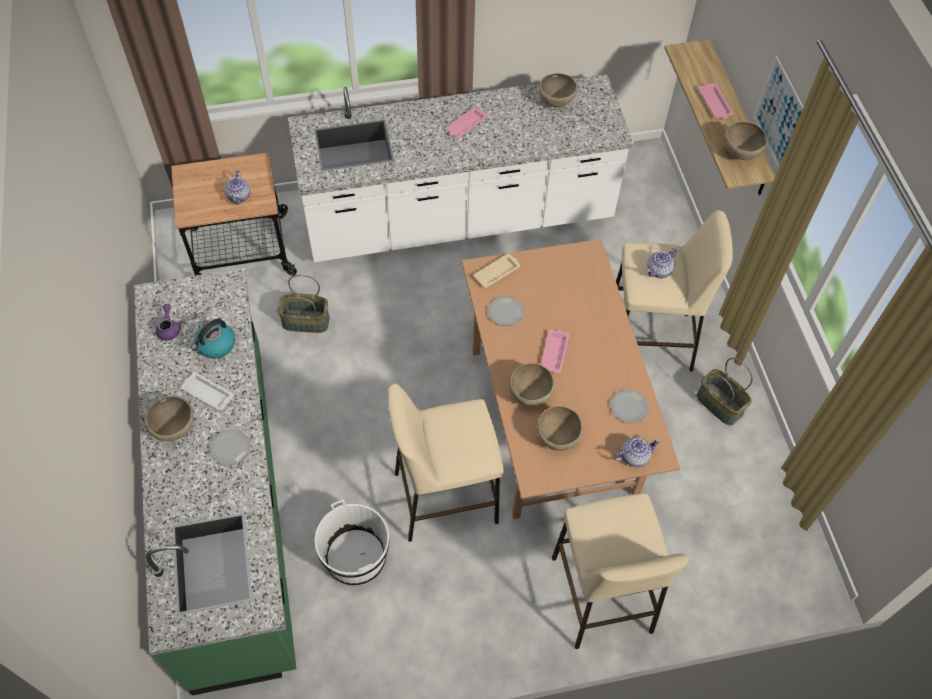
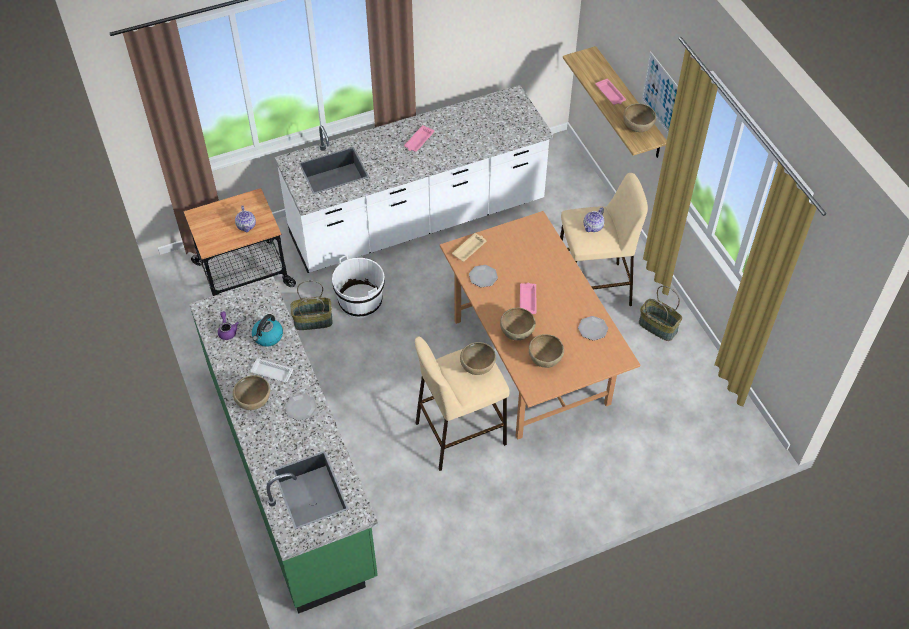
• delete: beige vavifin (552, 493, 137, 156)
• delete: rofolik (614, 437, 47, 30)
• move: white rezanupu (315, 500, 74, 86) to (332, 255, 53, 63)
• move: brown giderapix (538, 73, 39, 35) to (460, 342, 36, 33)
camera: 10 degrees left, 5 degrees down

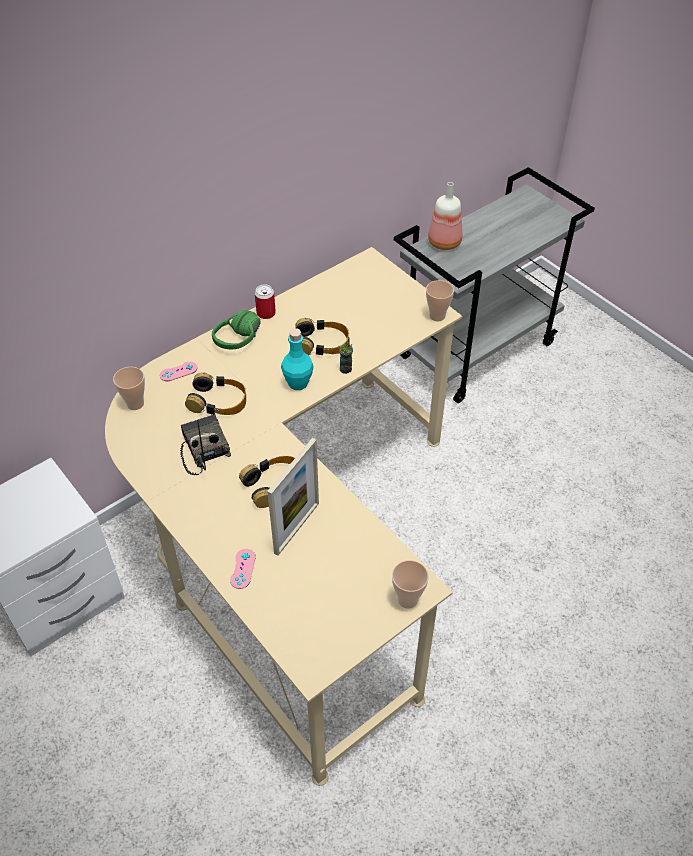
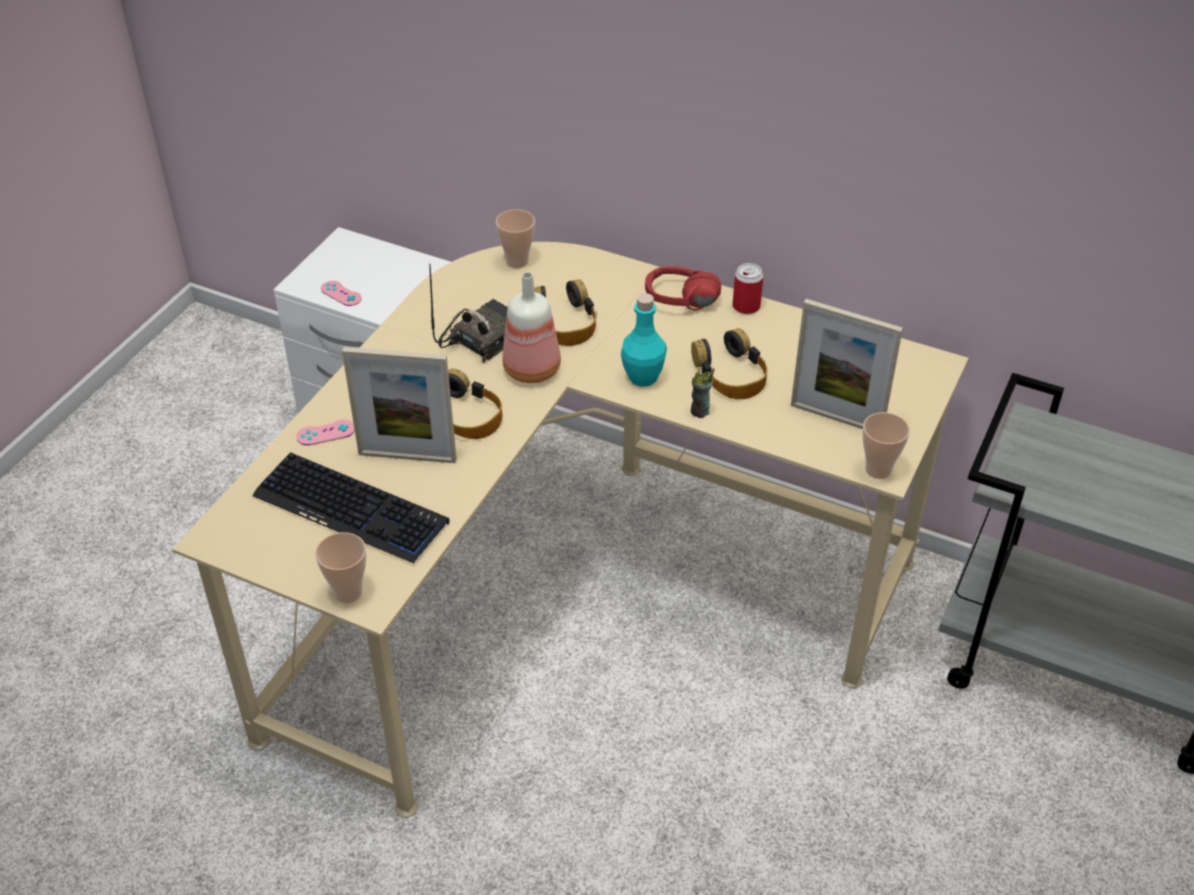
• insert: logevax (252, 452, 198, 112)
• insert: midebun (791, 299, 112, 130)
• move: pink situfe (160, 362, 37, 19) to (321, 281, 41, 25)
• move: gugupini (428, 182, 35, 68) to (502, 272, 59, 111)
• recolor: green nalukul (212, 310, 49, 39) to red nalukul (645, 266, 76, 44)
camera: 65 degrees right, 5 degrees down

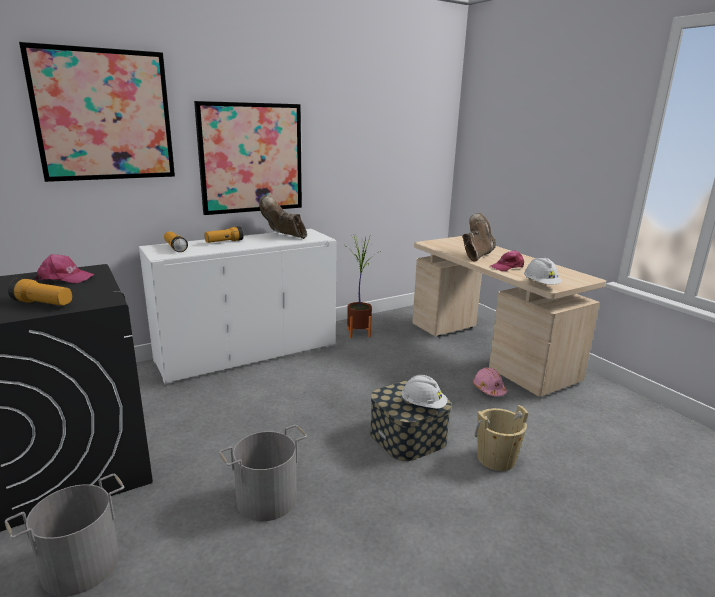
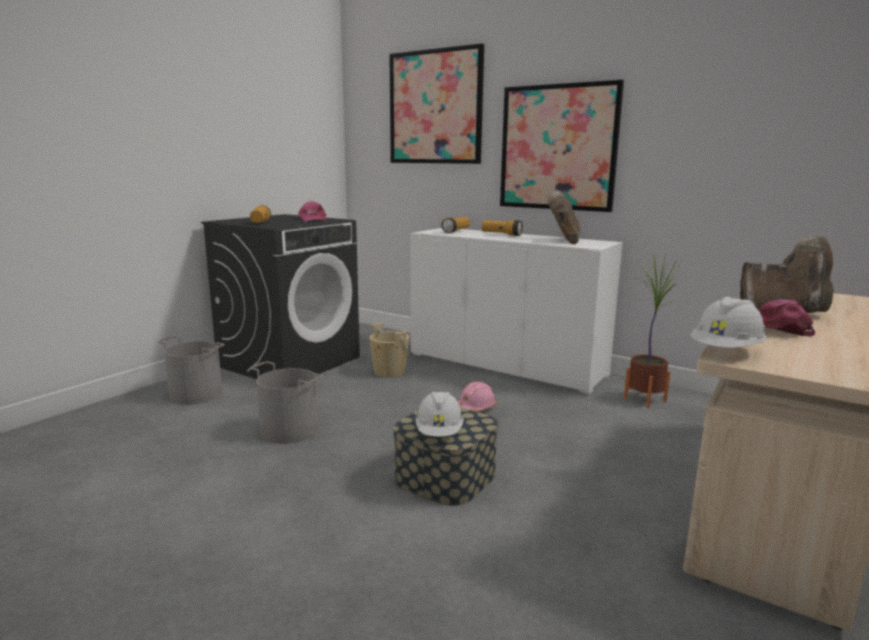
• move: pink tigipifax (473, 367, 34, 29) to (458, 382, 39, 30)
• move: beige rezanupu (474, 405, 55, 66) to (369, 323, 40, 54)
camera: 65 degrees right, 5 degrees down

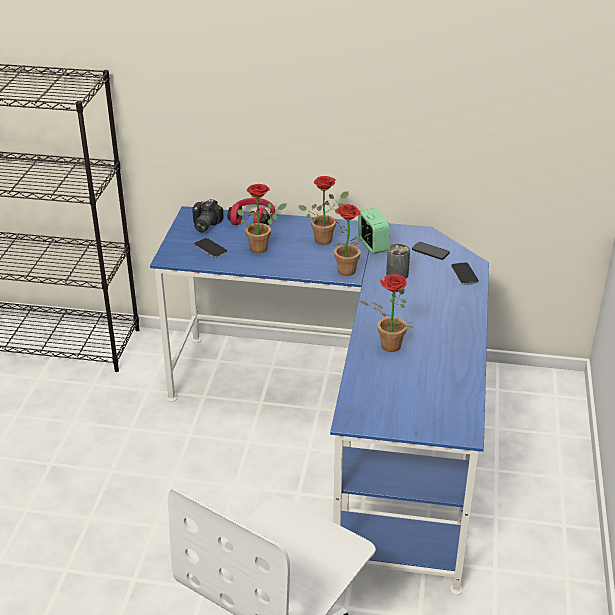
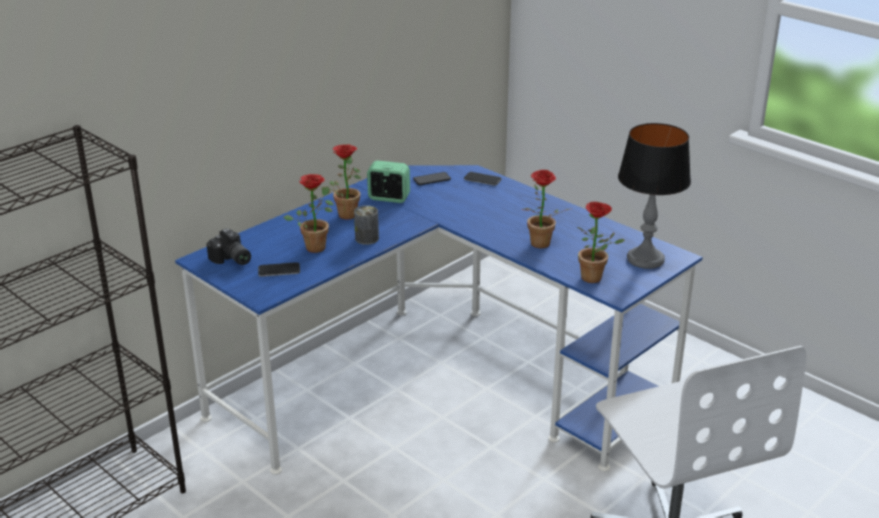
• delete: red nalukul (227, 198, 48, 27)
• insert: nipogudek (618, 123, 73, 146)
• move: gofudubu (333, 204, 38, 72) to (577, 202, 48, 81)
• move: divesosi (386, 244, 24, 36) to (354, 205, 25, 40)
camera: 55 degrees left, 5 degrees down

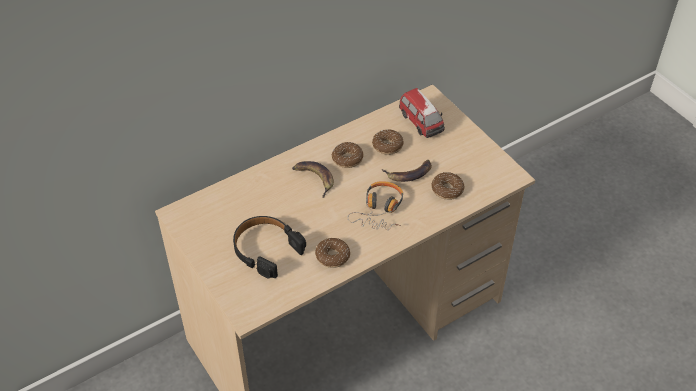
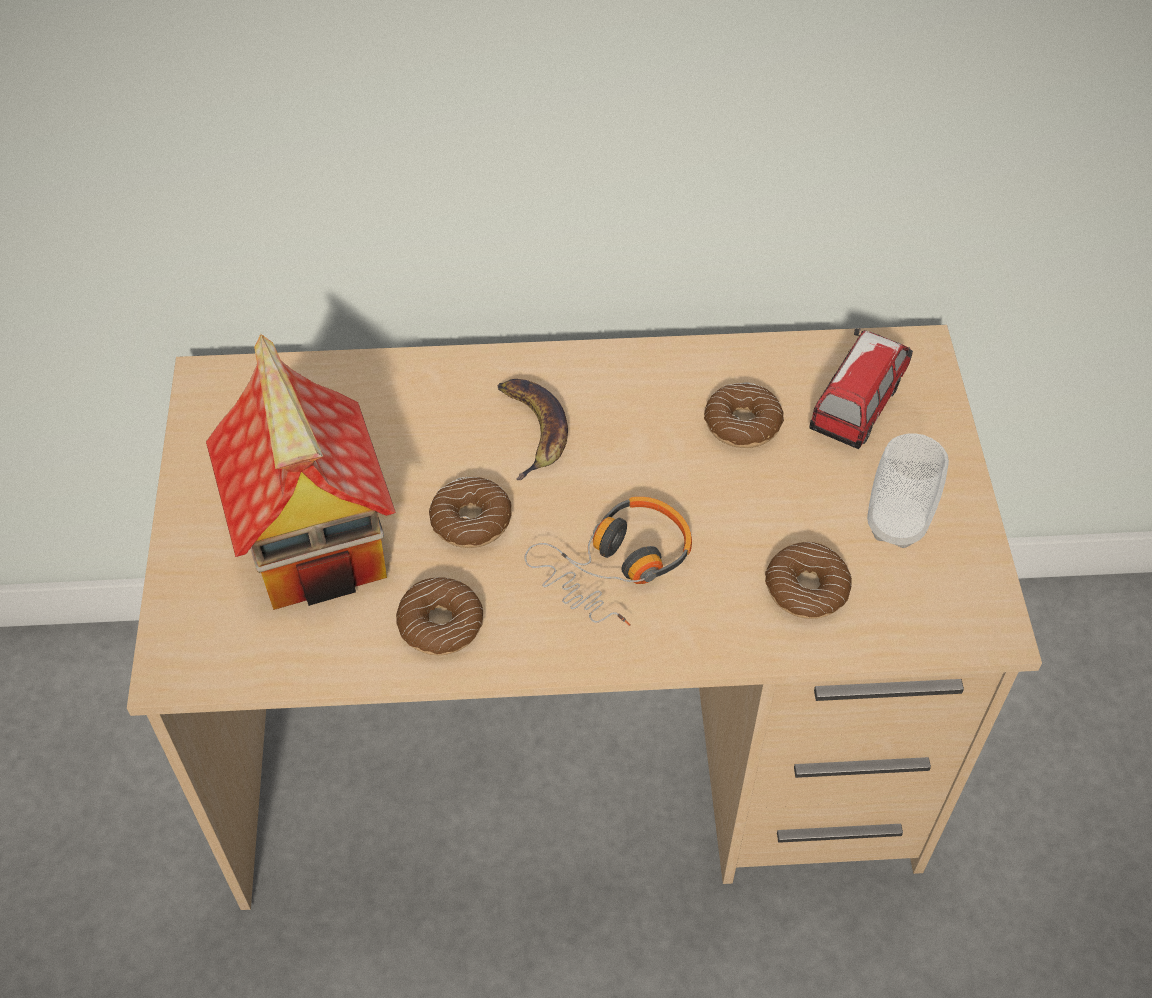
• delete: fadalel (382, 160, 50, 22)
• insert: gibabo (867, 434, 82, 114)
• move: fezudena (332, 142, 32, 26) to (429, 477, 82, 71)
• replace: black nalukul (233, 216, 73, 62) to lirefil (206, 334, 190, 276)
• rotate: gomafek (399, 88, 46, 50) = (810, 328, 103, 121) 150 degrees counterclockwise
camera: 30 degrees right, 5 degrees up

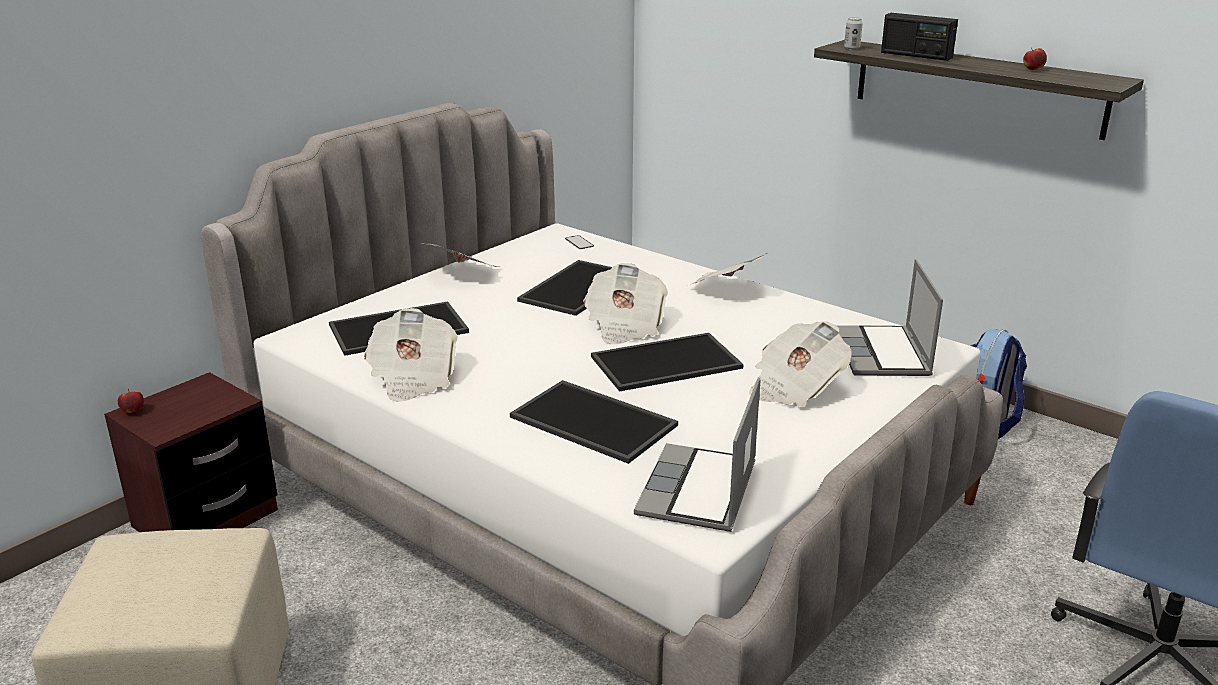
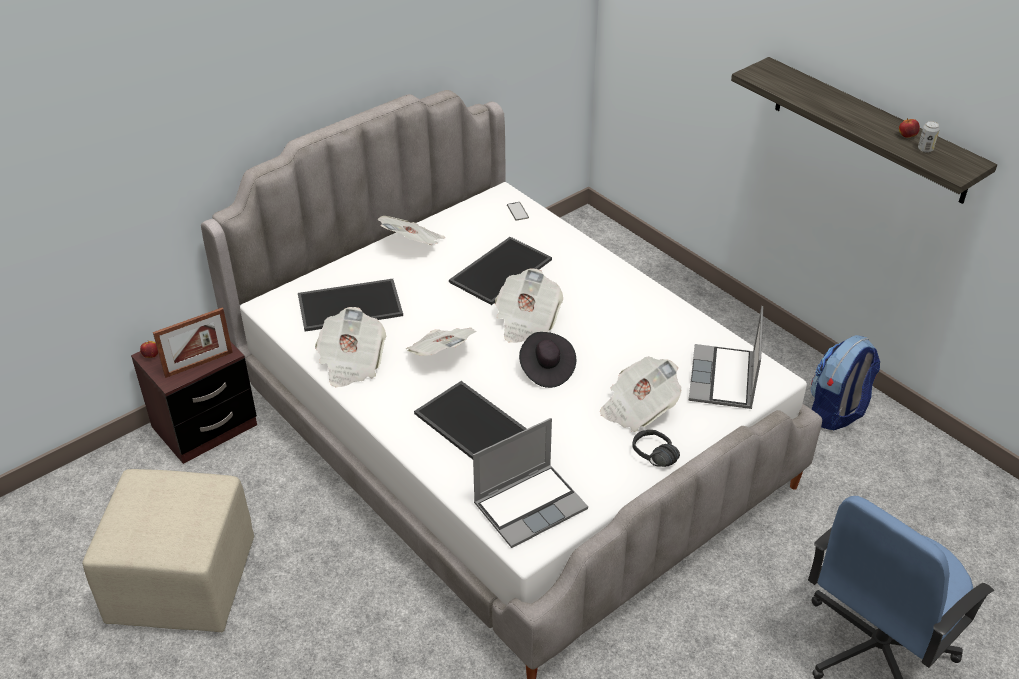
• delete: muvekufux (881, 13, 77, 48)
• insert: midebun (153, 308, 80, 70)
• insert: black nalukul (632, 430, 48, 37)
• move: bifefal (687, 253, 80, 33) to (406, 328, 70, 28)
• move: divesosi (844, 17, 19, 33) to (918, 121, 22, 31)
• replace: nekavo (591, 333, 153, 59) to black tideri (519, 332, 57, 56)
• rotate: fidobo (634, 378, 127, 154) = (473, 418, 115, 130) 150 degrees counterclockwise
camera: 10 degrees right, 15 degrees up

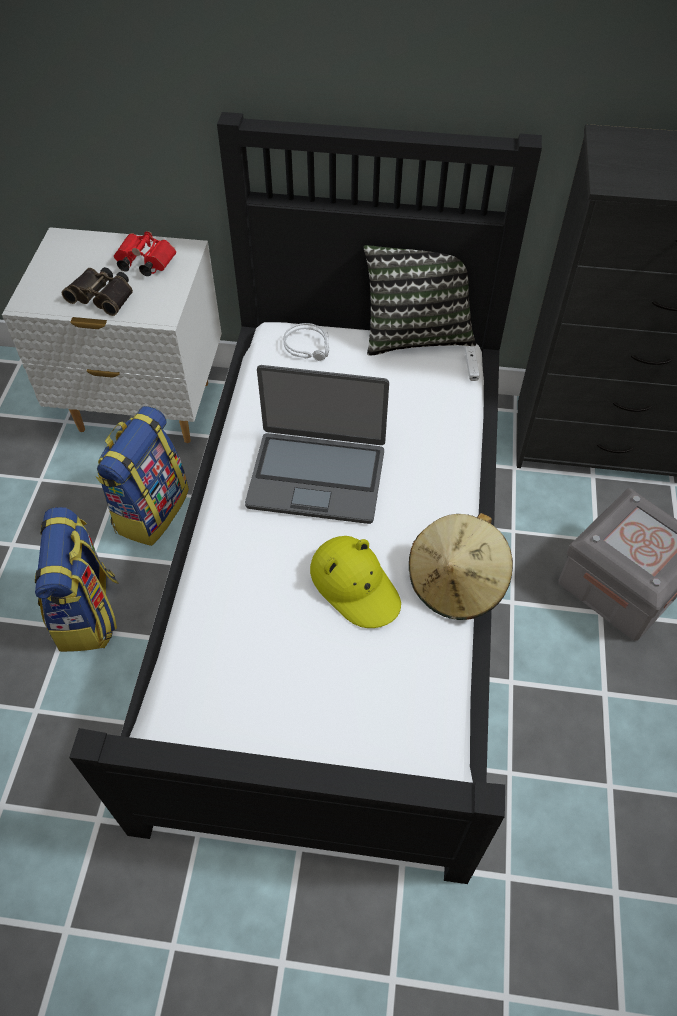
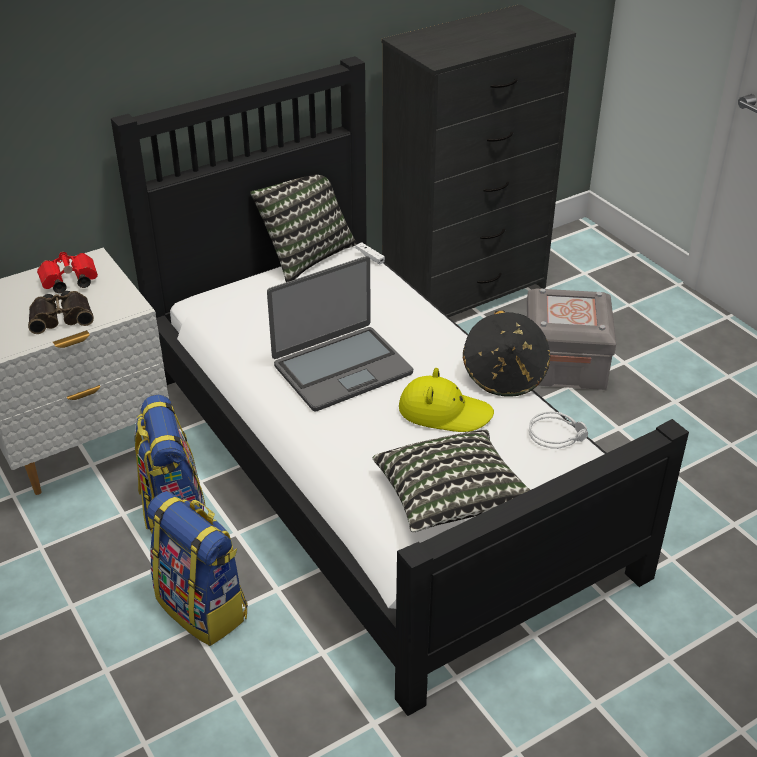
• insert: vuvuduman (373, 430, 157, 102)
• move: grey nalukul (283, 323, 46, 38) to (529, 411, 59, 38)
• recolor: beige tideri (409, 513, 104, 107) to black tideri (463, 311, 87, 86)
camera: 40 degrees left, 15 degrees down

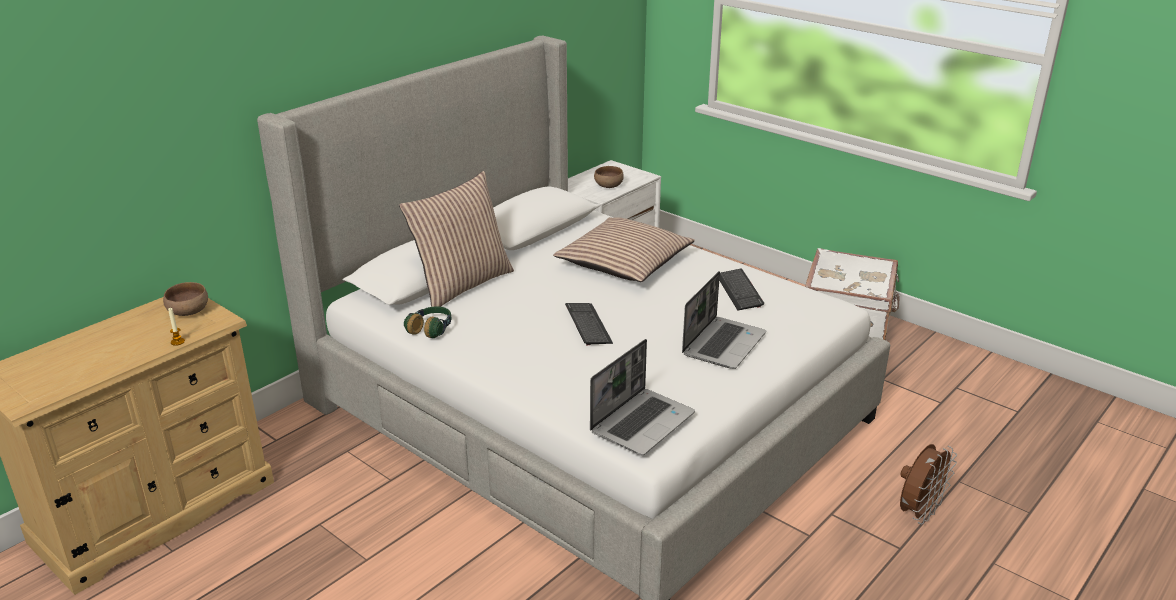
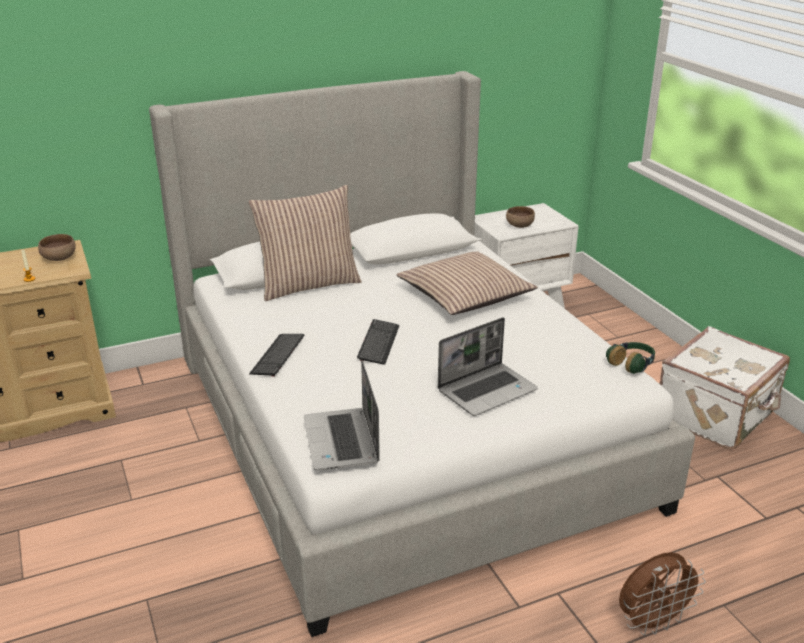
• move: nalukul (404, 306, 48, 32) to (606, 342, 49, 32)
• move: logevax (719, 269, 45, 42) to (249, 334, 55, 43)
• rotate: fidobo (590, 339, 105, 116) = (304, 360, 76, 110) 105 degrees clockwise
camera: 25 degrees right, 0 degrees up

